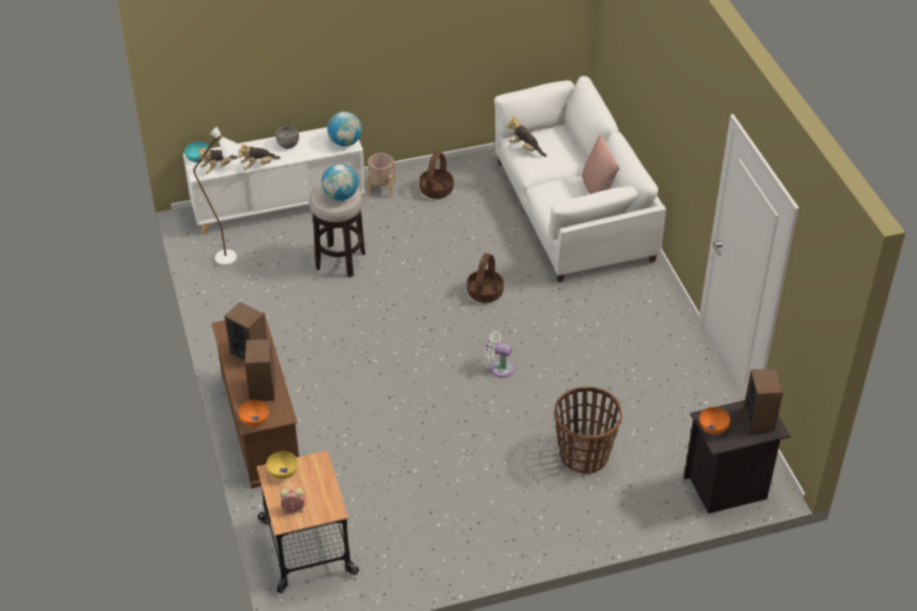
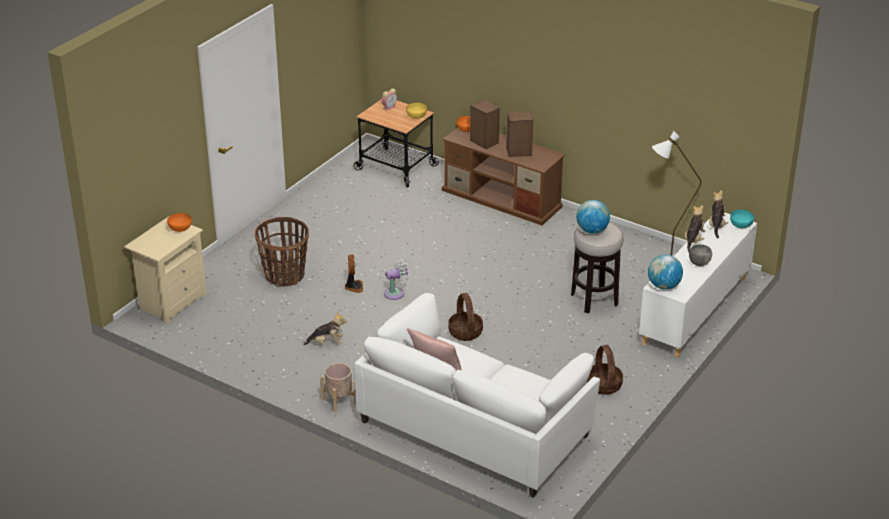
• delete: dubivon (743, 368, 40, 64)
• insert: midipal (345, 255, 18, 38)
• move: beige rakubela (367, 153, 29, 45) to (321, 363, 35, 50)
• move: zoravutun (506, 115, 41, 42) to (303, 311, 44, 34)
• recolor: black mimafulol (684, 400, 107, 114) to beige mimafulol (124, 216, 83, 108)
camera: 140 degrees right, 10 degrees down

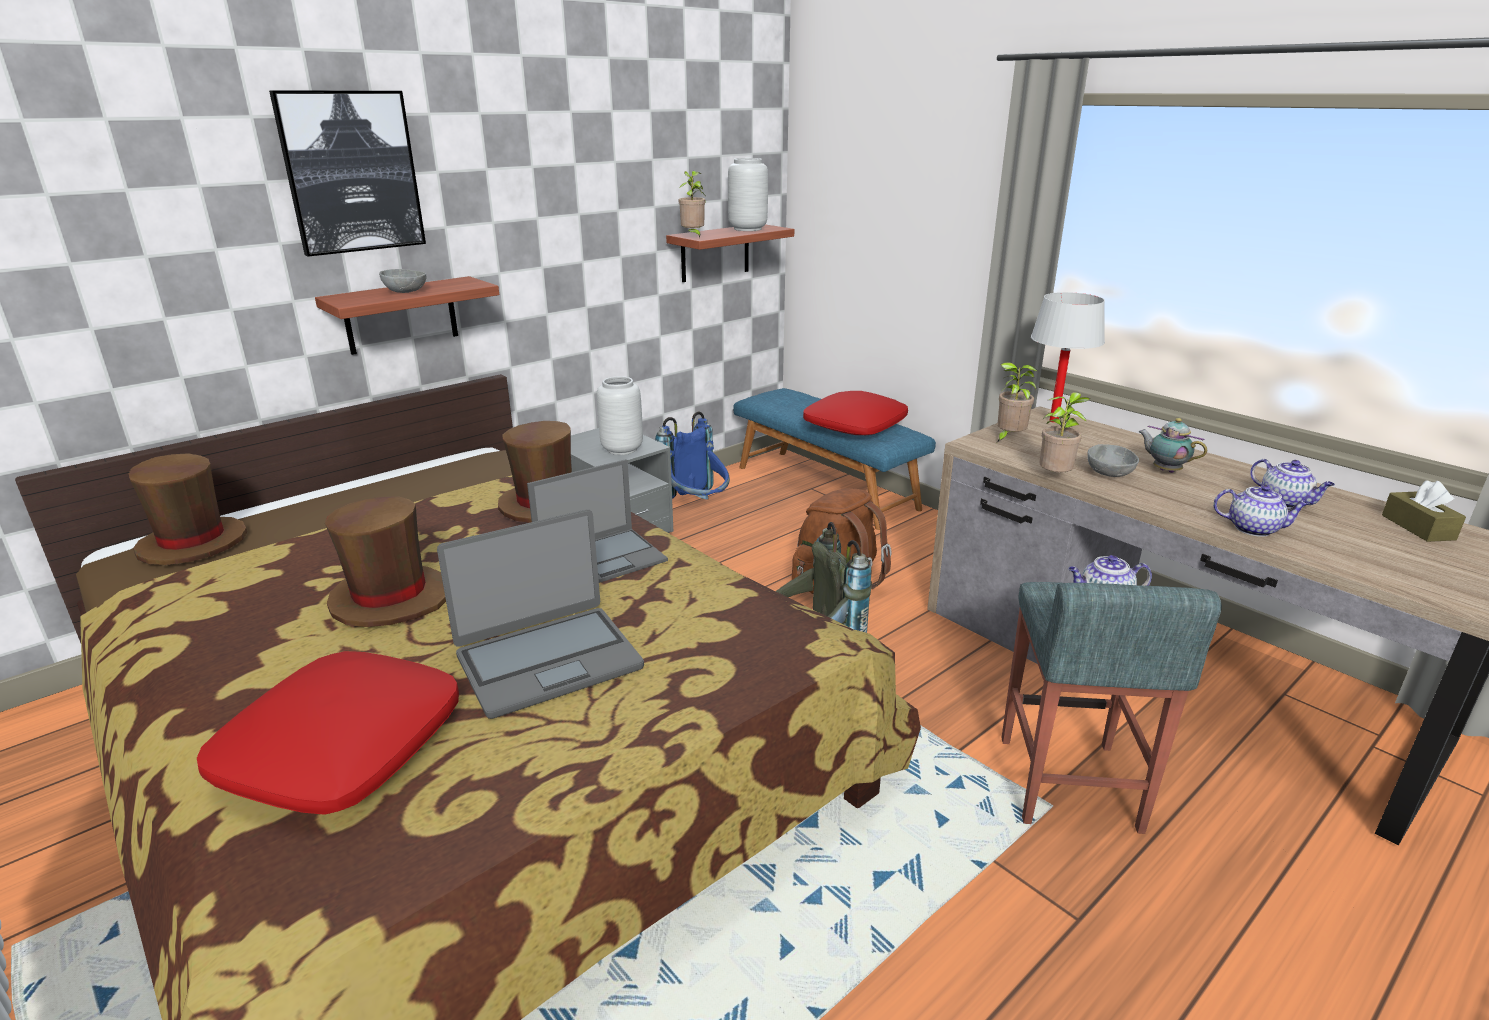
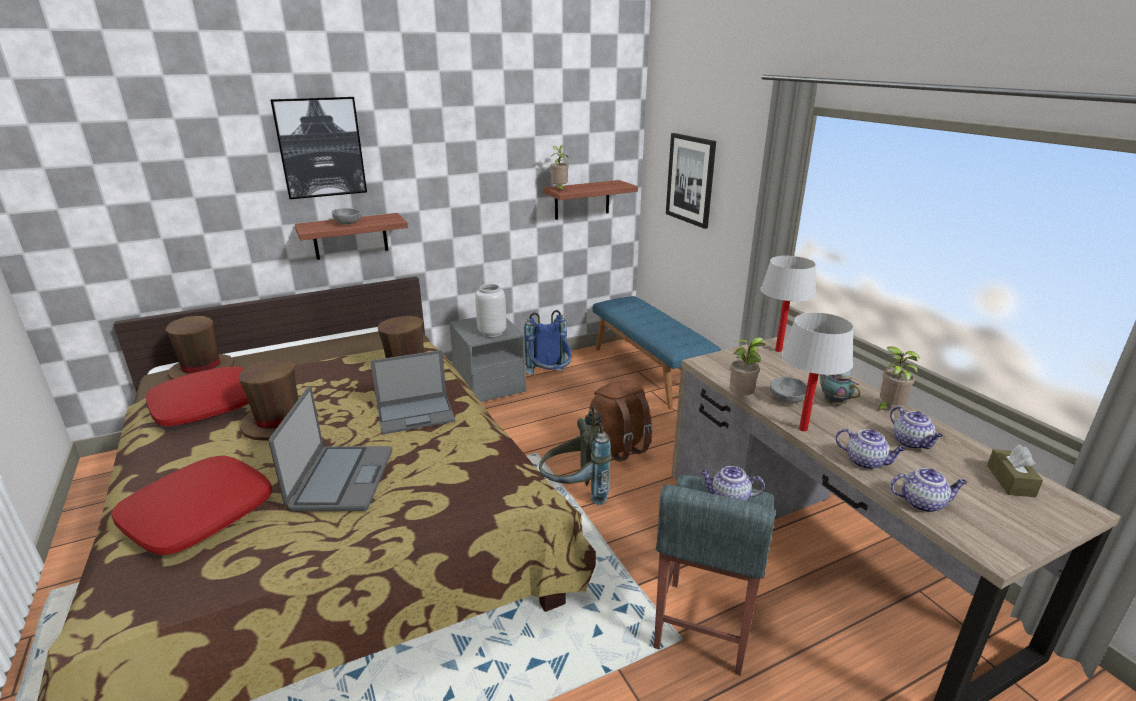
• delete: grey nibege (728, 158, 40, 73)
• insert: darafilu (666, 133, 50, 96)
• insert: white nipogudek (782, 312, 72, 119)
• insert: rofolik (890, 468, 77, 44)
• move: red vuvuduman (803, 391, 105, 44) to (146, 366, 103, 60)
• move: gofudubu (997, 362, 41, 80) to (876, 347, 44, 65)
• rotate: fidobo (437, 509, 207, 210) = (268, 386, 124, 125) 75 degrees counterclockwise
camera: 15 degrees right, 0 degrees up

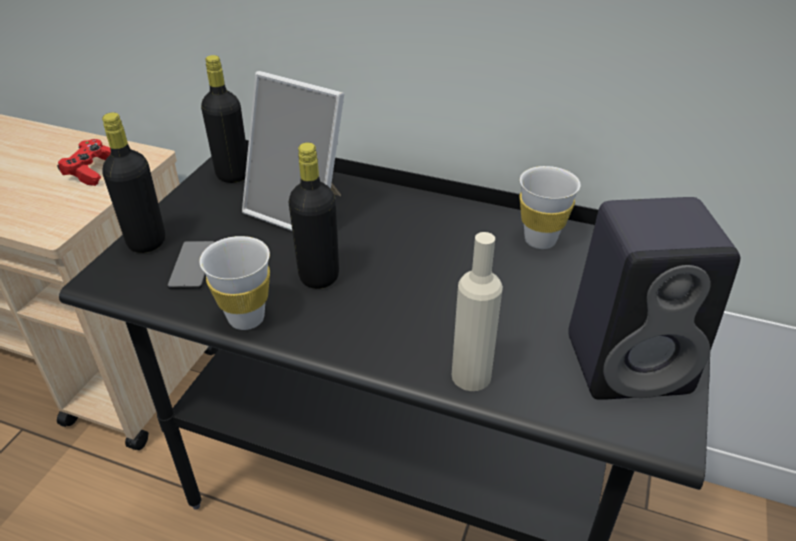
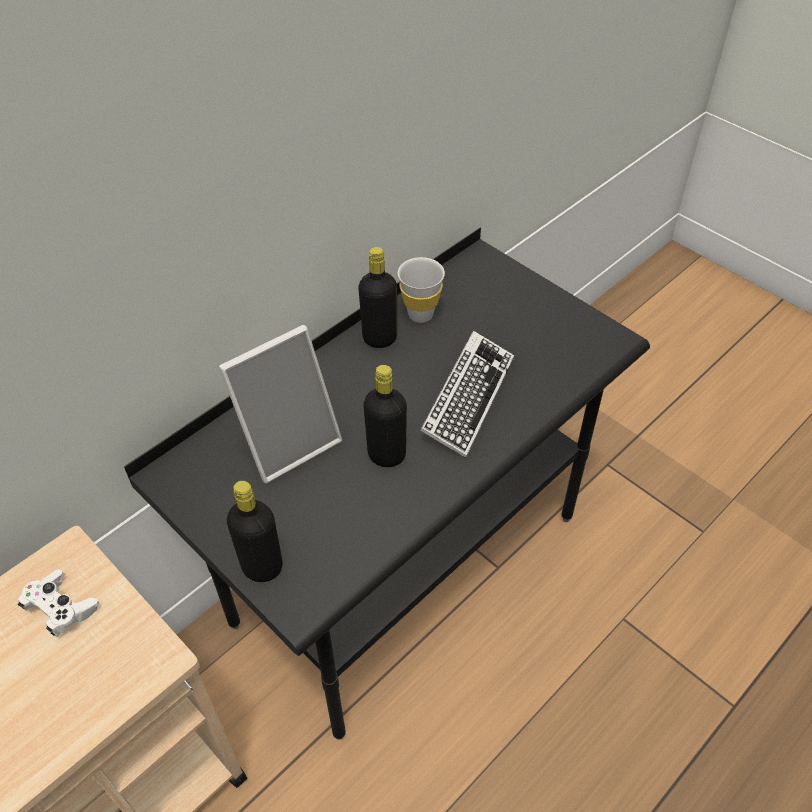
• delete: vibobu (167, 241, 48, 48)
• delete: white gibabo (199, 236, 71, 94)
• delete: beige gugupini (452, 232, 51, 159)
• delete: black dubivon (568, 197, 172, 203)
• insert: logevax (420, 331, 94, 127)
• move: black gugupini (201, 55, 46, 128) to (358, 247, 39, 101)
• recolor: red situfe (57, 139, 54, 47) to white situfe (18, 569, 81, 68)
camera: 65 degrees left, 10 degrees up

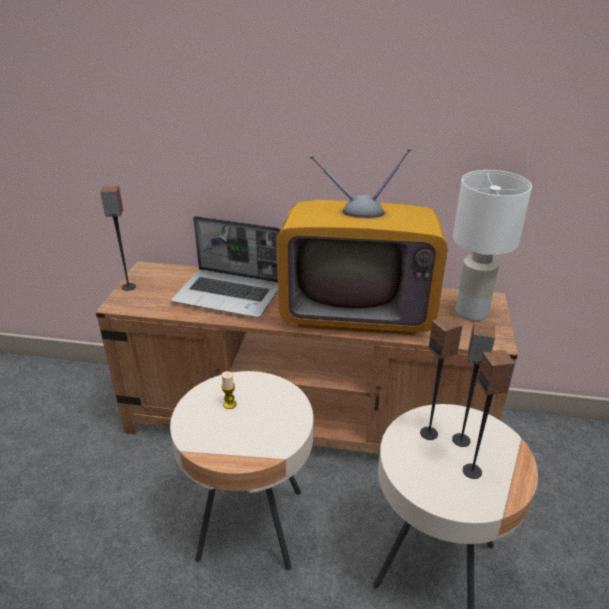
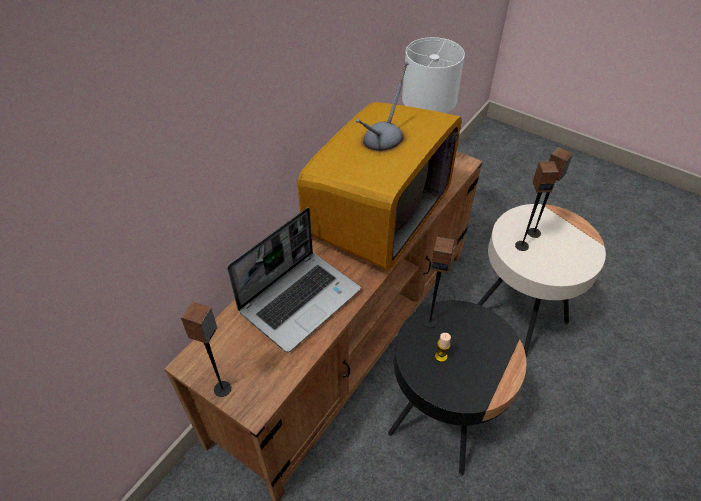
• move: dubivon (463, 350, 52, 129) to (423, 237, 31, 91)
• recolor: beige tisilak (170, 371, 143, 199) to black tisilak (388, 300, 138, 175)
camera: 65 degrees left, 15 degrees up

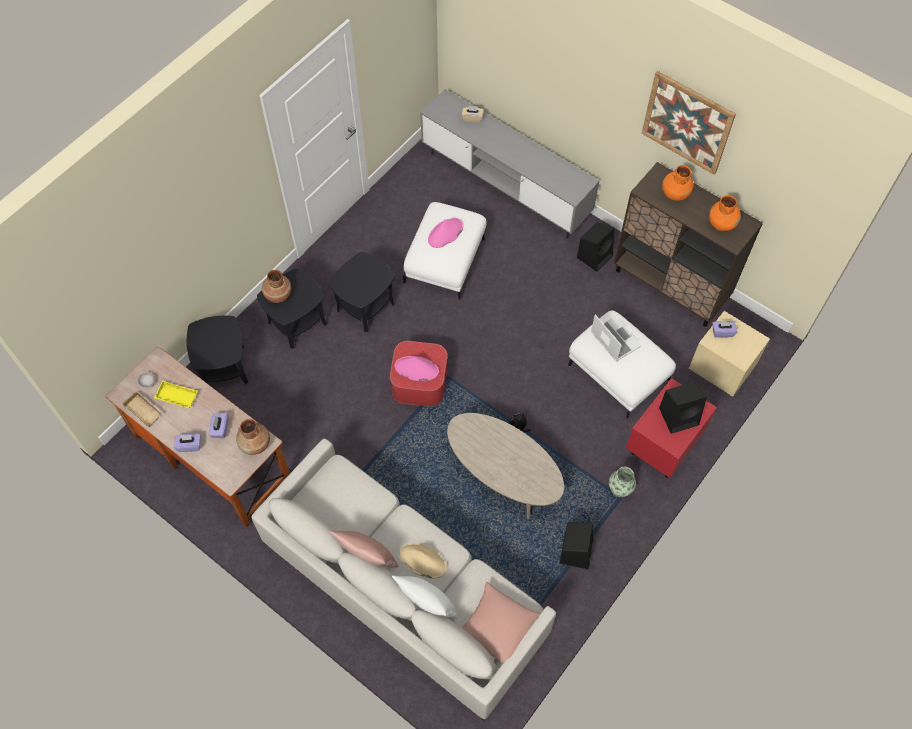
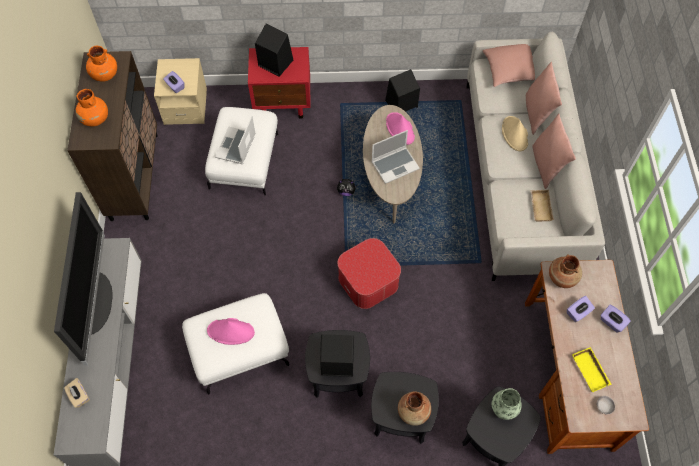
• delete: darafilu (641, 71, 95, 104)
• insert: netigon (54, 192, 59, 174)
• insert: fidobo (371, 130, 49, 54)
• move: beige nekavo (121, 390, 42, 37) to (530, 190, 24, 32)
• move: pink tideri (395, 356, 44, 25) to (386, 112, 29, 33)
• move: black dubivon (577, 222, 37, 50) to (320, 334, 34, 43)
• move: nibege (609, 467, 27, 30) to (492, 388, 30, 32)
• recolor: white vuvuduman (392, 576, 66, 42) to pink vuvuduman (526, 61, 36, 74)
camera: 130 degrees left, 0 degrees up

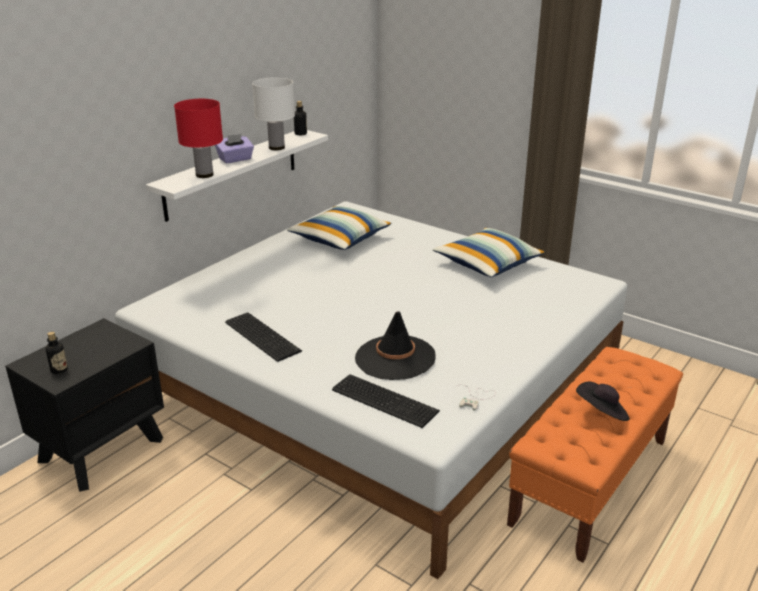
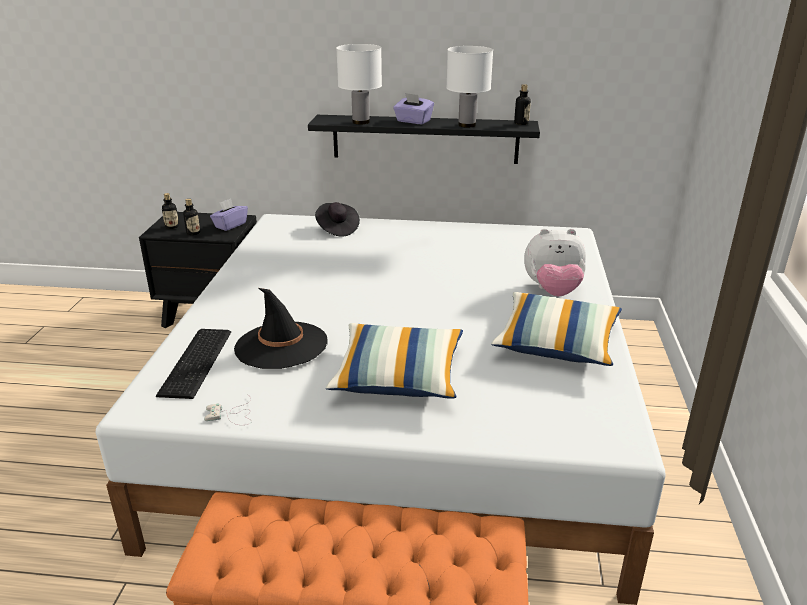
• delete: logevax (225, 313, 77, 49)
• insert: gugupini (183, 199, 17, 36)
• insert: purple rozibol (210, 198, 38, 33)
• insert: zoravutun (524, 229, 62, 68)
• move: vuvuduman (287, 206, 104, 44) to (326, 323, 137, 76)
• move: black tideri (576, 382, 54, 39) to (315, 202, 45, 35)
• recolor: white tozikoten (146, 130, 182, 92) to black tozikoten (308, 115, 232, 49)
• recolor: red nipogudek (174, 99, 49, 79) to white nipogudek (336, 44, 46, 80)
camera: 60 degrees right, 0 degrees up

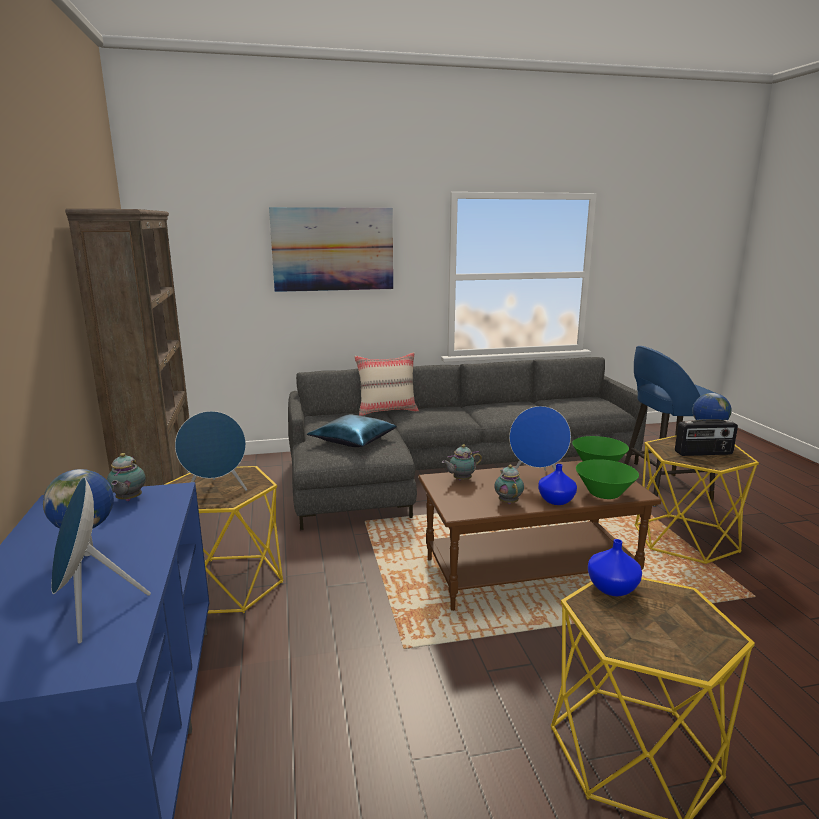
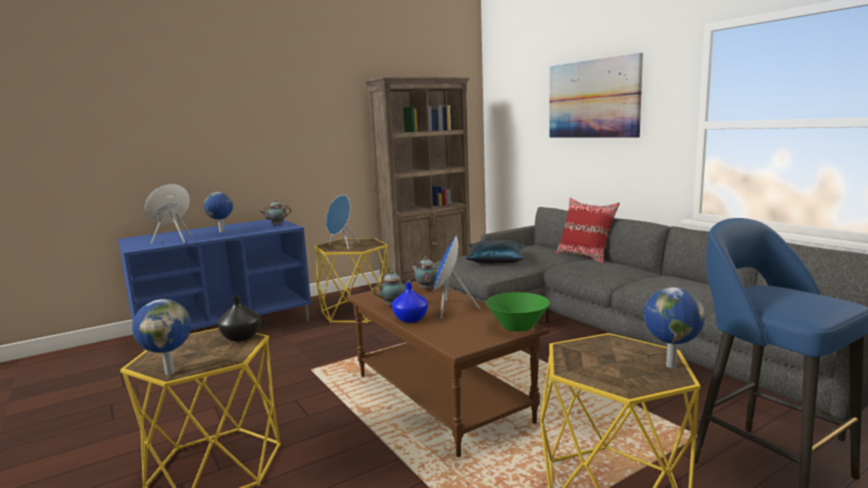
• delete: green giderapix (576, 459, 63, 40)
• delete: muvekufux (675, 419, 63, 37)
• insert: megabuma (132, 299, 59, 76)
• recolor: beige vuvuduman (354, 352, 65, 64) to red vuvuduman (556, 198, 64, 65)
• recolor: blue nibege (588, 539, 54, 57) to black nibege (218, 296, 43, 45)
camera: 70 degrees right, 5 degrees down

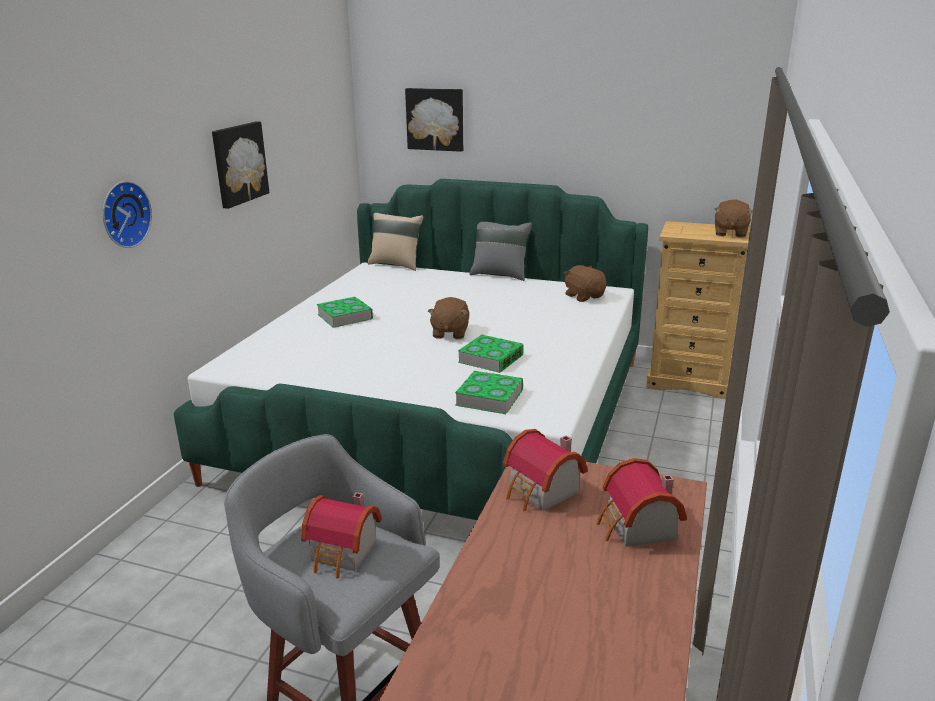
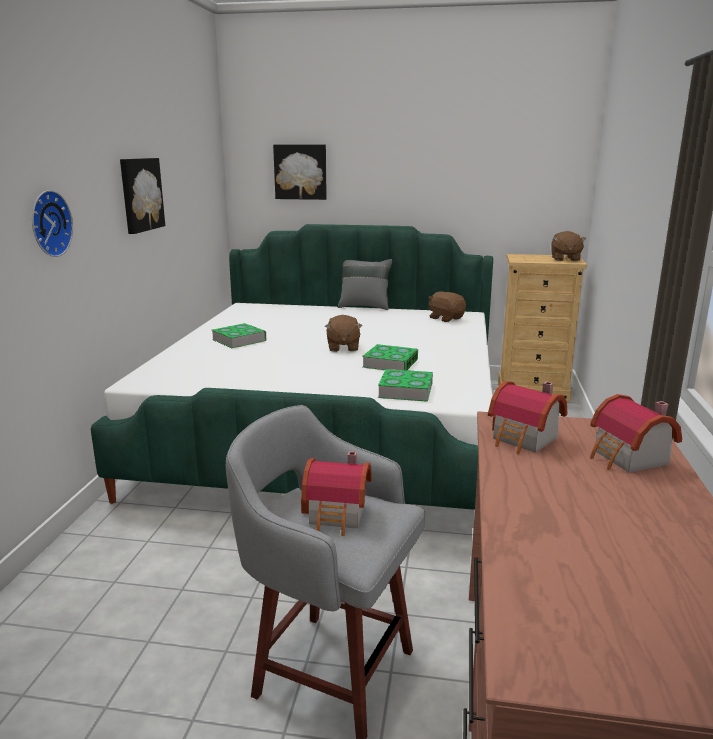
• delete: beige vuvuduman (367, 213, 56, 58)
camera: 10 degrees left, 5 degrees down

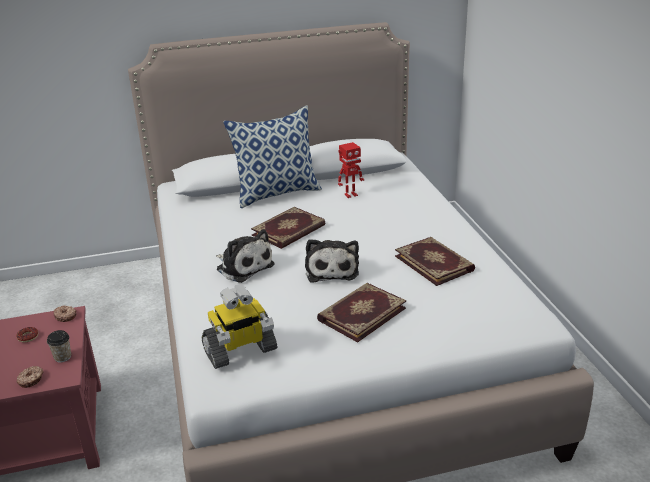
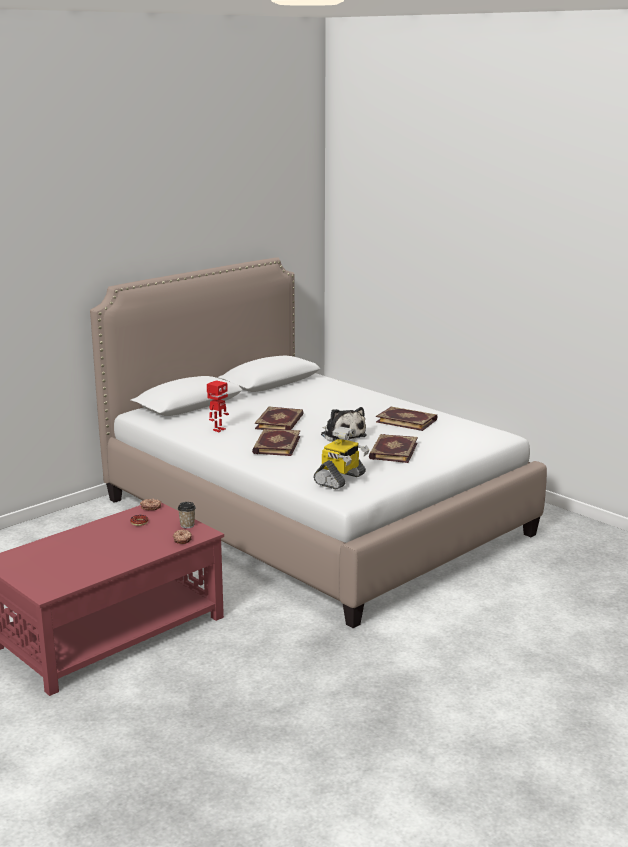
• delete: vuvuduman (223, 106, 99, 102)
• move: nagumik (338, 142, 26, 56) to (207, 380, 22, 52)
• replace: zoravutun (216, 229, 59, 54) to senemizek (252, 429, 48, 27)
camera: 30 degrees left, 10 degrees down

